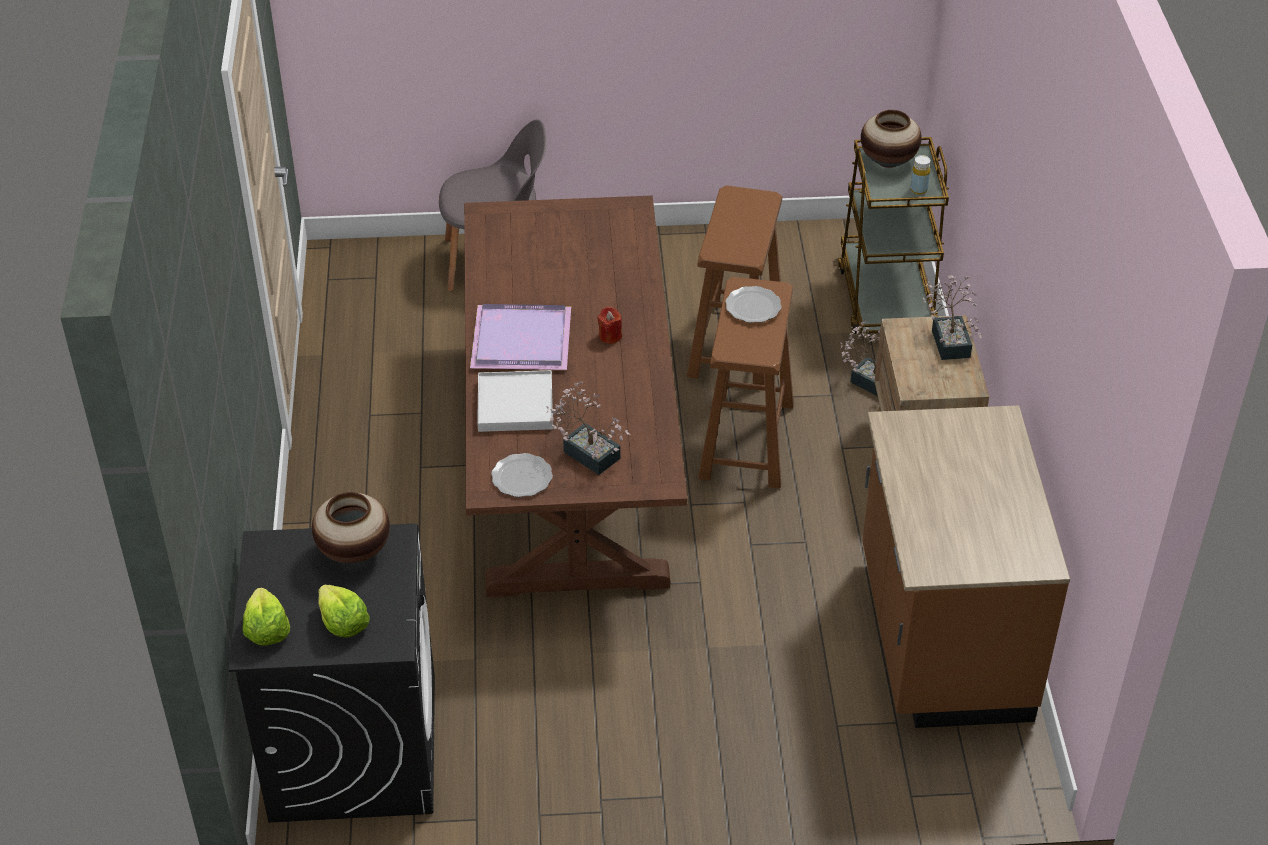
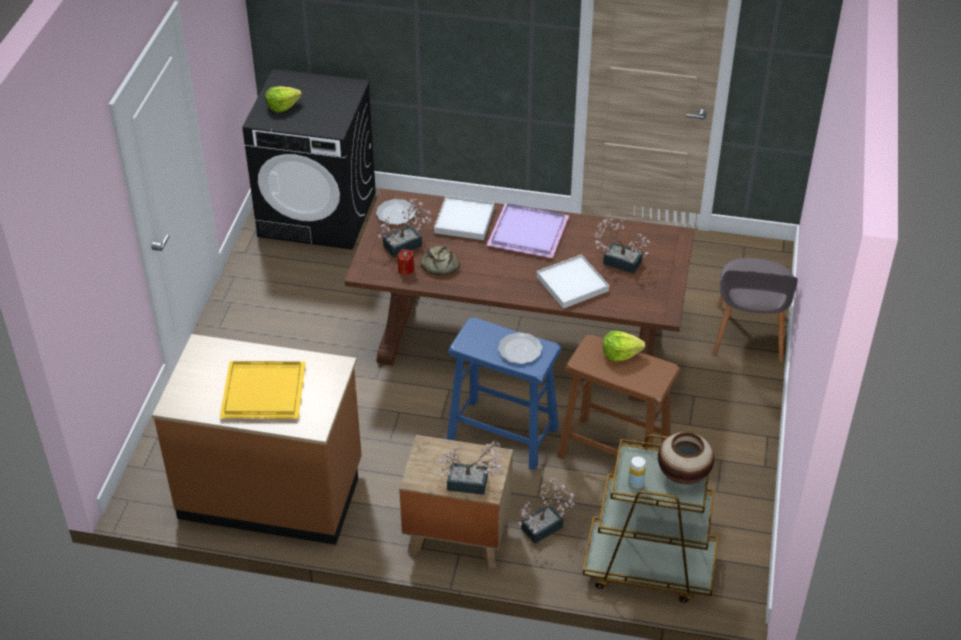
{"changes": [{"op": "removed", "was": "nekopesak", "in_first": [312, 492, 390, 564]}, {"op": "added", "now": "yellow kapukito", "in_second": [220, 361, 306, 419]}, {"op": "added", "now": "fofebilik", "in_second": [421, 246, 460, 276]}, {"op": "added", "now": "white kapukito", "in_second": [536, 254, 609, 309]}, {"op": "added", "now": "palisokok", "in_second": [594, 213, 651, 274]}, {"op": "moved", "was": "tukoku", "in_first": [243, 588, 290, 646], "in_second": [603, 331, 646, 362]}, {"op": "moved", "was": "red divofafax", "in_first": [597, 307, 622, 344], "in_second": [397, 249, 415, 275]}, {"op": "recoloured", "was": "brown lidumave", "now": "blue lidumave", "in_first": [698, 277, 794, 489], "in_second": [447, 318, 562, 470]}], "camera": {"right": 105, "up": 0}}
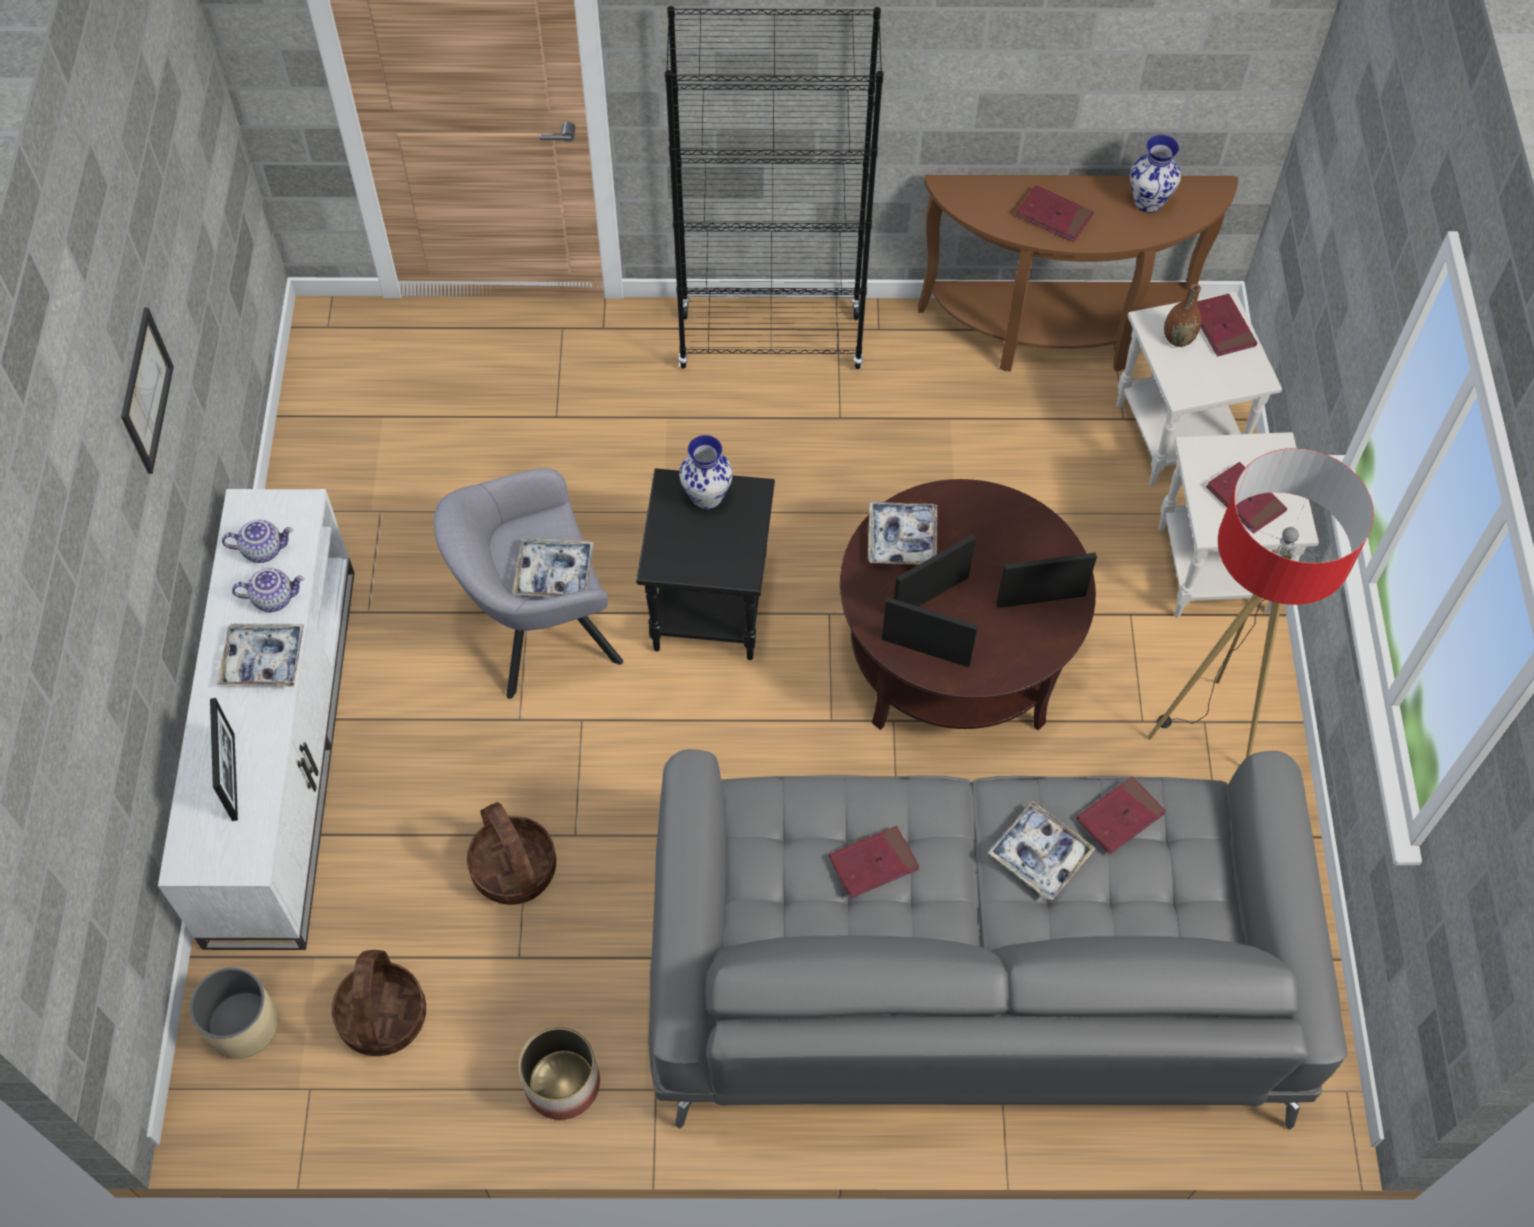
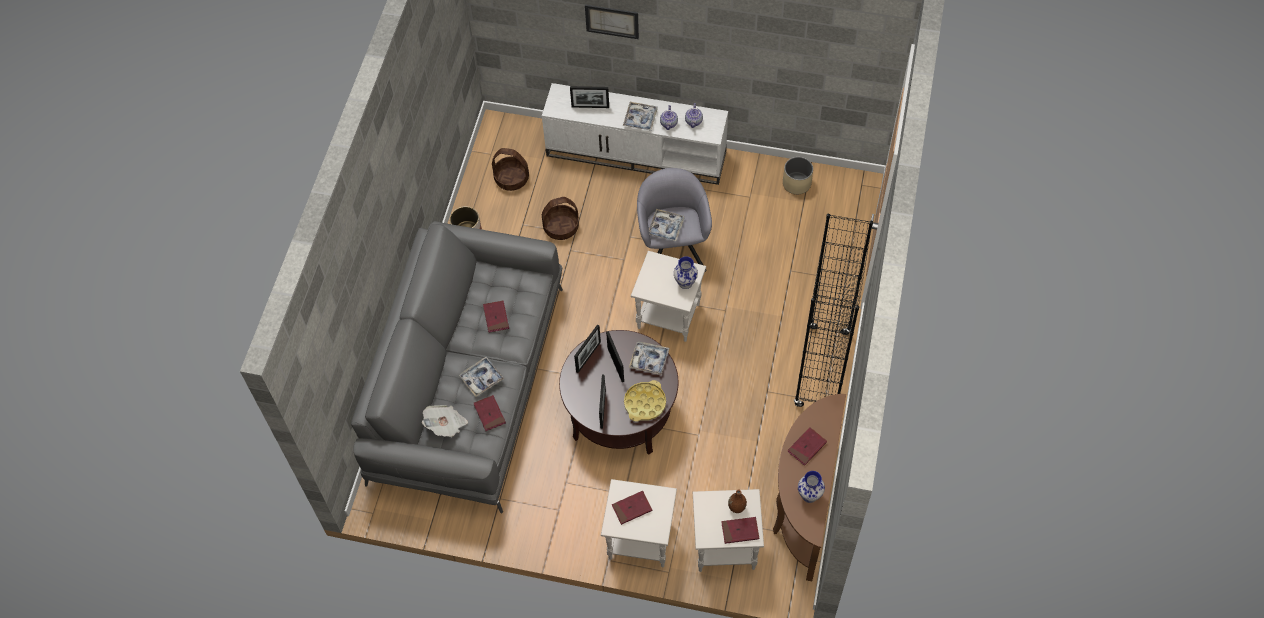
{"changes": [{"op": "removed", "was": "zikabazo", "in_first": [1148, 448, 1374, 758]}, {"op": "added", "now": "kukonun", "in_second": [422, 405, 468, 437]}, {"op": "added", "now": "yellow kapukito", "in_second": [624, 380, 666, 422]}, {"op": "moved", "was": "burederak", "in_first": [121, 307, 174, 474], "in_second": [585, 5, 639, 39]}, {"op": "moved", "was": "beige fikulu", "in_first": [190, 967, 278, 1059], "in_second": [783, 157, 813, 194]}, {"op": "recoloured", "was": "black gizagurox", "now": "white gizagurox", "in_first": [636, 468, 775, 660], "in_second": [631, 251, 706, 342]}], "camera": {"right": 105, "up": 0}}
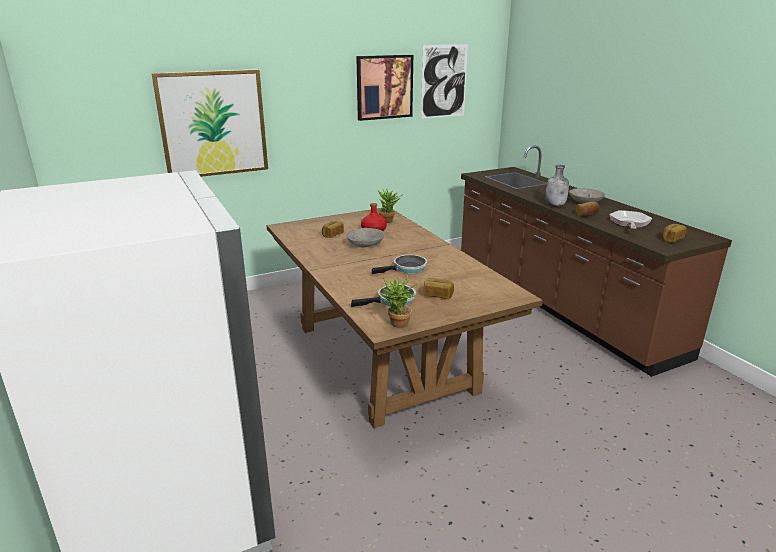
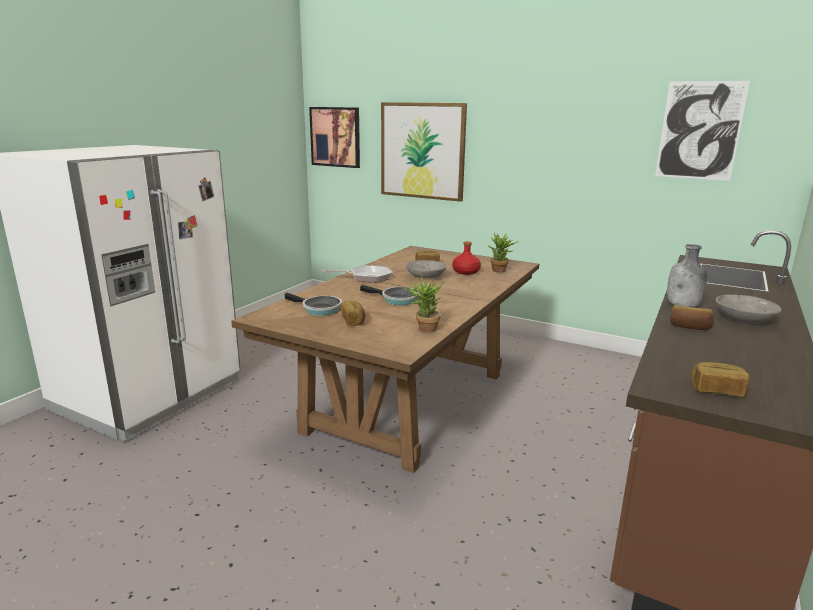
{"changes": [{"op": "moved", "was": "burederak", "in_first": [356, 55, 413, 121], "in_second": [309, 107, 360, 168]}, {"op": "moved", "was": "palisokok", "in_first": [379, 275, 418, 328], "in_second": [404, 276, 443, 332]}, {"op": "moved", "was": "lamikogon", "in_first": [609, 210, 652, 229], "in_second": [322, 265, 393, 283]}], "camera": {"right": 55, "up": -5}}
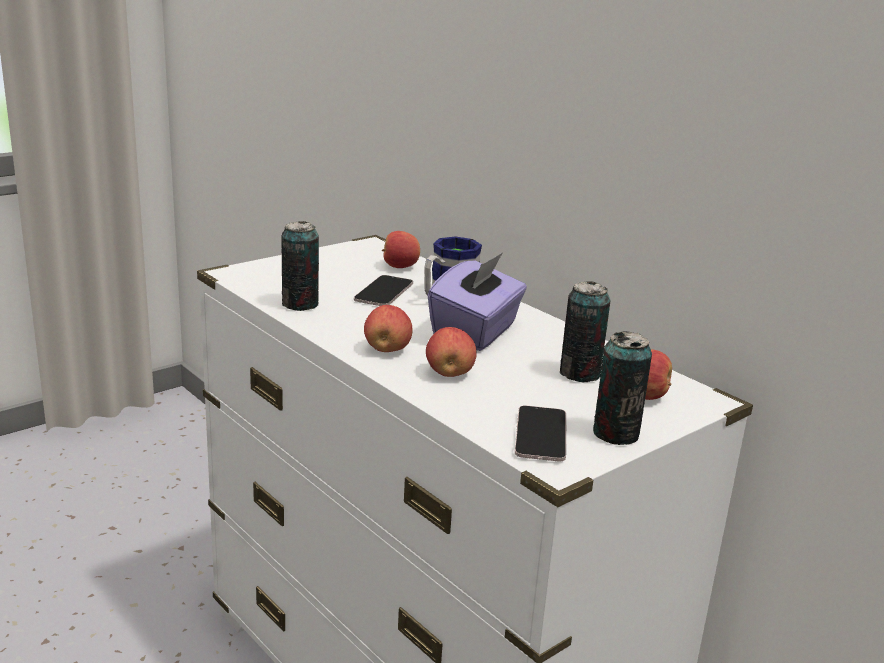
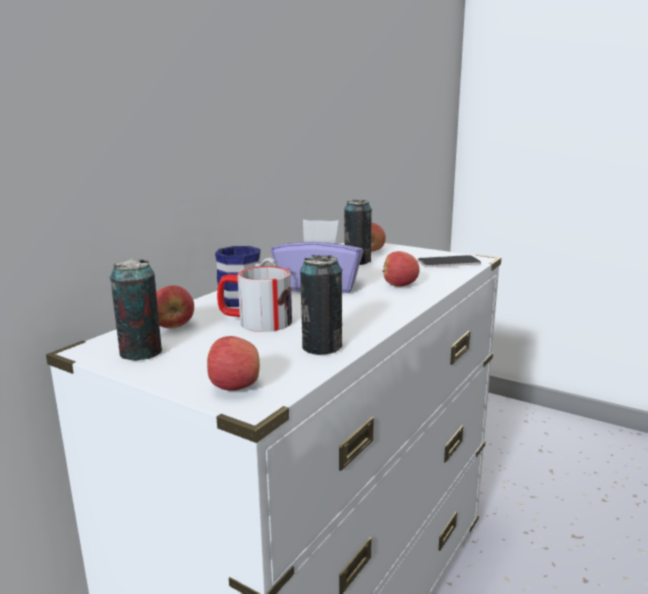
{"changes": [{"op": "moved", "was": "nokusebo", "in_first": [364, 305, 413, 352], "in_second": [207, 336, 260, 391]}, {"op": "moved", "was": "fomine", "in_first": [593, 331, 652, 445], "in_second": [109, 258, 162, 361]}, {"op": "replaced", "was": "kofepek", "now": "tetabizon", "in_first": [354, 275, 413, 306], "in_second": [217, 266, 292, 332]}], "camera": {"right": -105, "up": -5}}
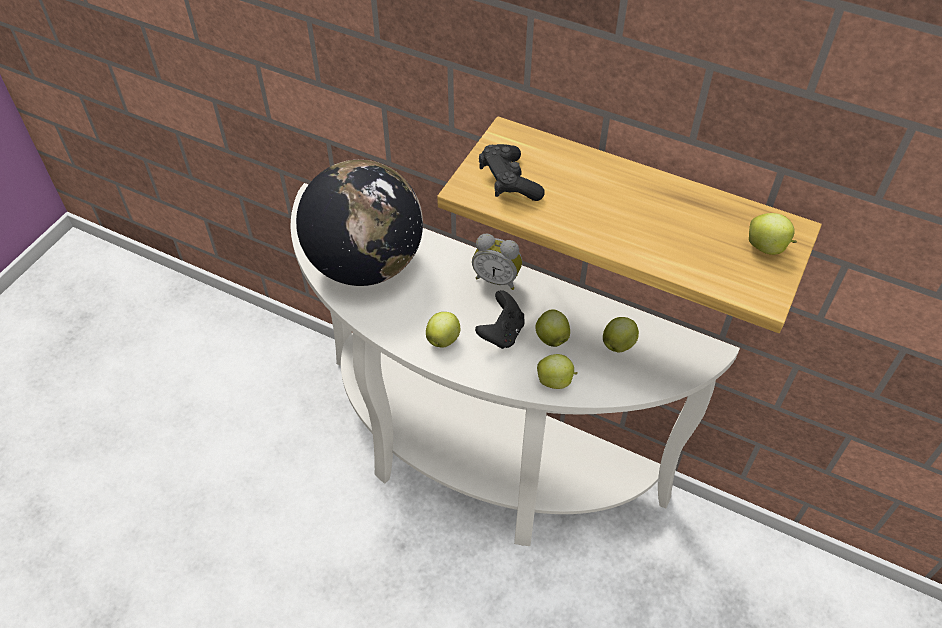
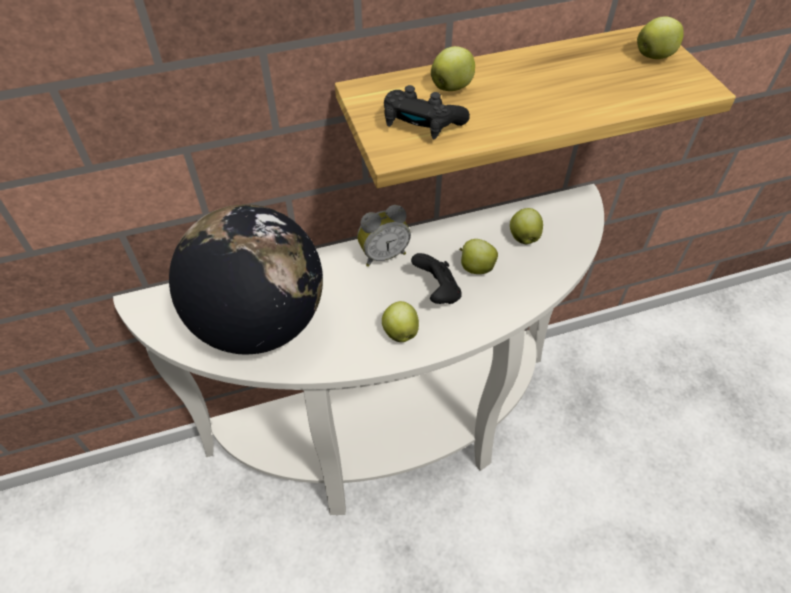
{"changes": [{"op": "moved", "was": "nokusebo", "in_first": [537, 354, 578, 389], "in_second": [431, 46, 475, 91]}], "camera": {"right": -45, "up": 0}}
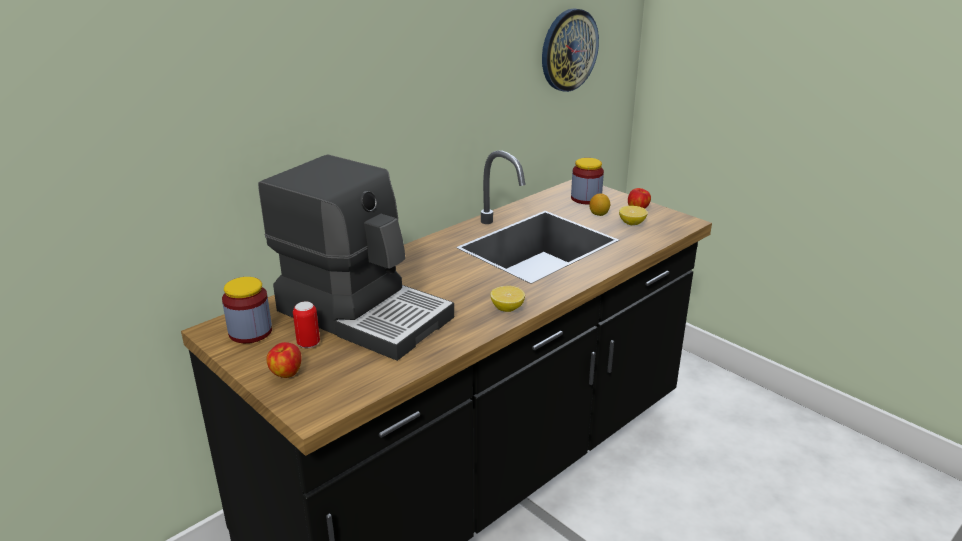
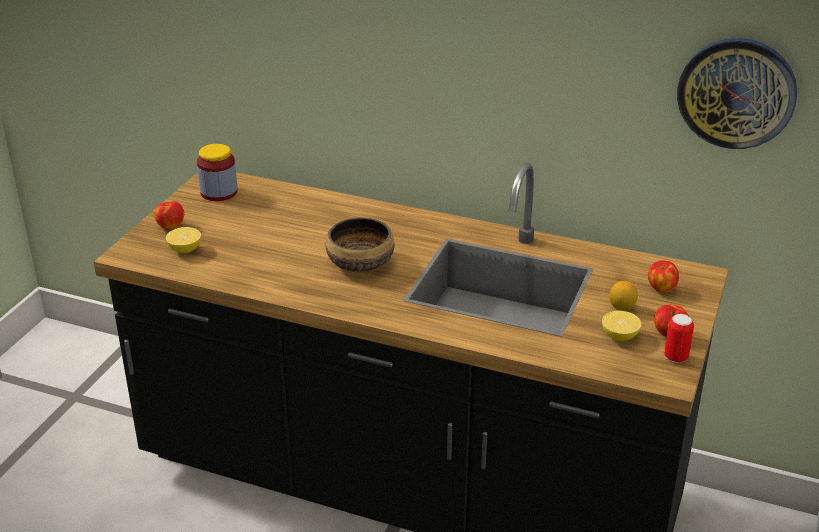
{"changes": [{"op": "removed", "was": "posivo", "in_first": [258, 155, 454, 361]}, {"op": "added", "now": "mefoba", "in_second": [326, 217, 395, 272]}, {"op": "moved", "was": "fomine", "in_first": [293, 301, 320, 348], "in_second": [664, 314, 694, 363]}, {"op": "moved", "was": "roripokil", "in_first": [490, 286, 525, 312], "in_second": [166, 227, 201, 253]}, {"op": "replaced", "was": "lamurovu", "now": "nokusebo", "in_first": [571, 158, 604, 204], "in_second": [648, 260, 679, 293]}], "camera": {"right": 65, "up": 5}}
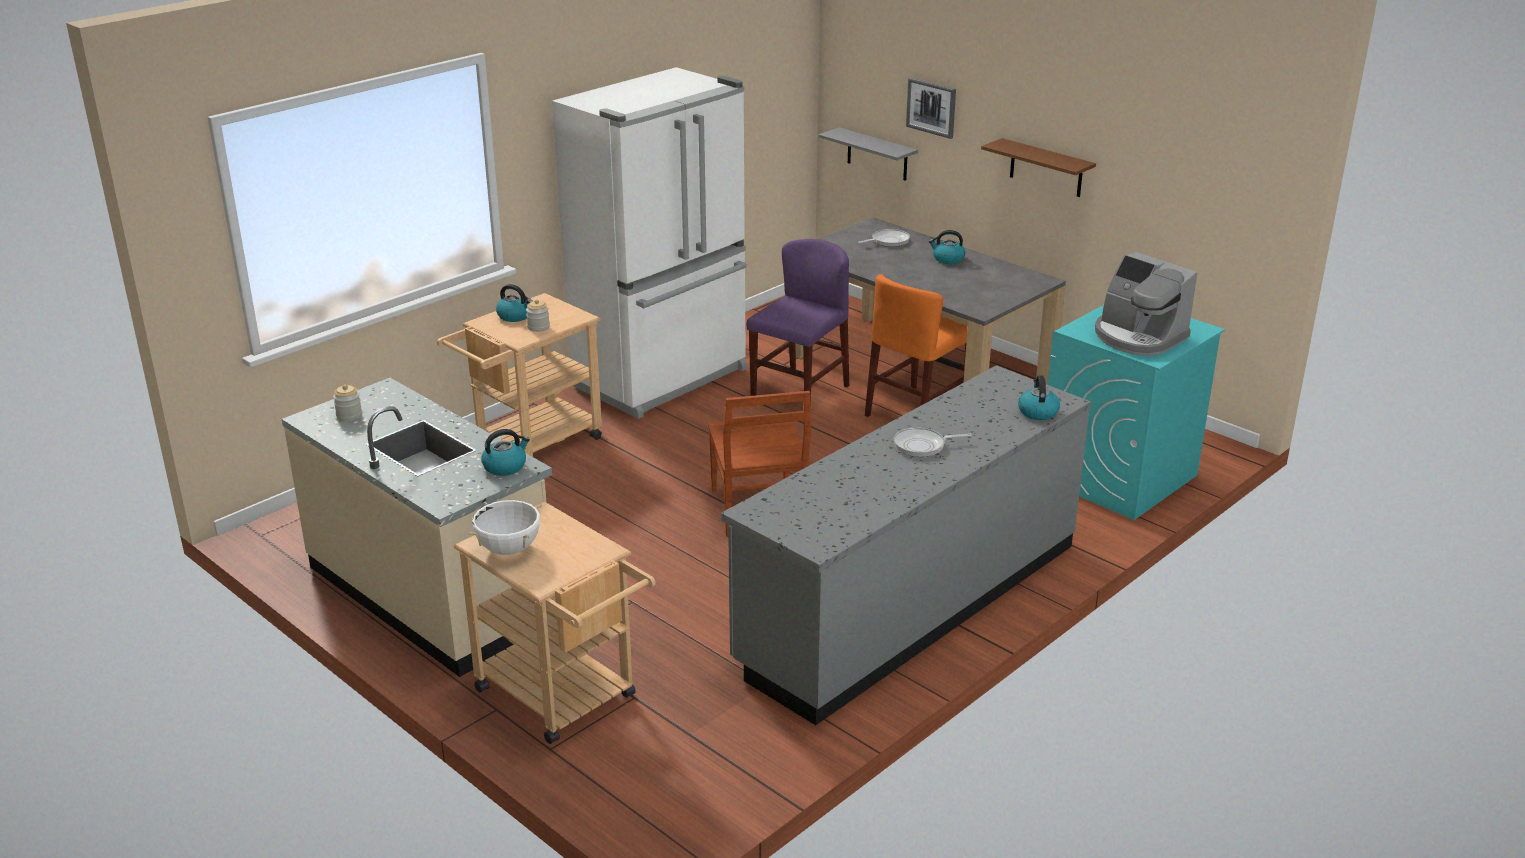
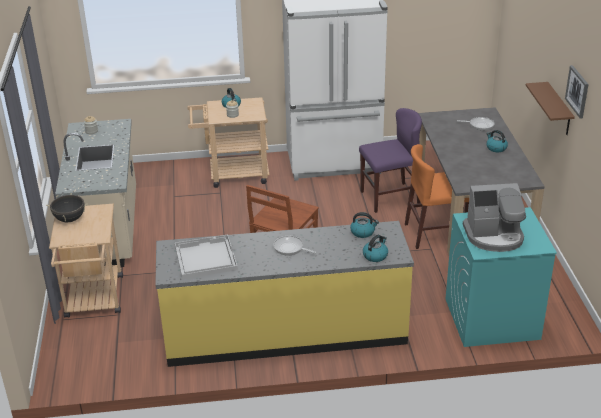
{"changes": [{"op": "removed", "was": "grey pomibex", "in_first": [819, 127, 918, 181]}, {"op": "added", "now": "white kapukito", "in_second": [175, 234, 238, 279]}, {"op": "moved", "was": "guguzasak", "in_first": [481, 429, 530, 476], "in_second": [350, 212, 379, 238]}, {"op": "moved", "was": "burederak", "in_first": [906, 78, 956, 139], "in_second": [565, 65, 589, 118]}, {"op": "recoloured", "was": "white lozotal", "now": "black lozotal", "in_first": [469, 500, 542, 555], "in_second": [46, 193, 88, 222]}, {"op": "recoloured", "was": "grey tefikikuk", "now": "yellow tefikikuk", "in_first": [721, 365, 1091, 725], "in_second": [155, 221, 414, 367]}, {"op": "turned", "was": "posivo", "in_first": [1095, 252, 1197, 356], "in_second": [463, 183, 526, 252], "clockwise": -90}], "camera": {"right": 40, "up": 5}}
